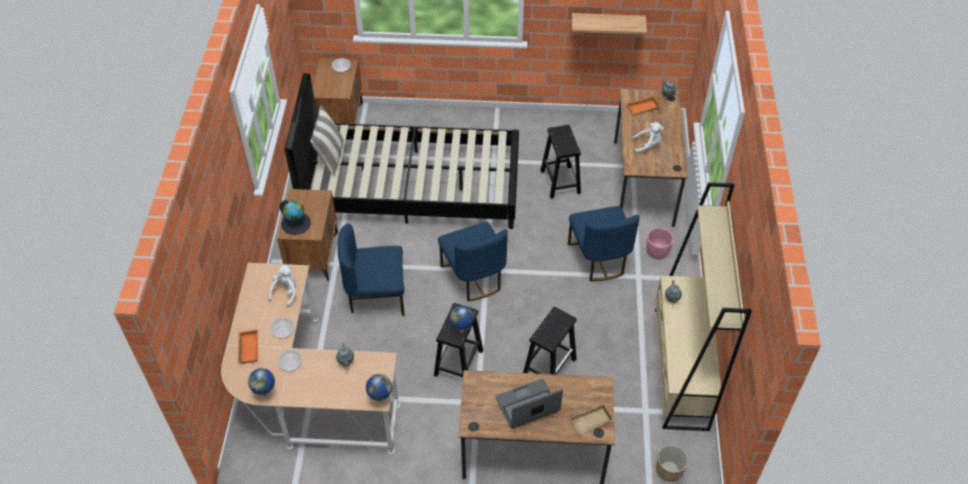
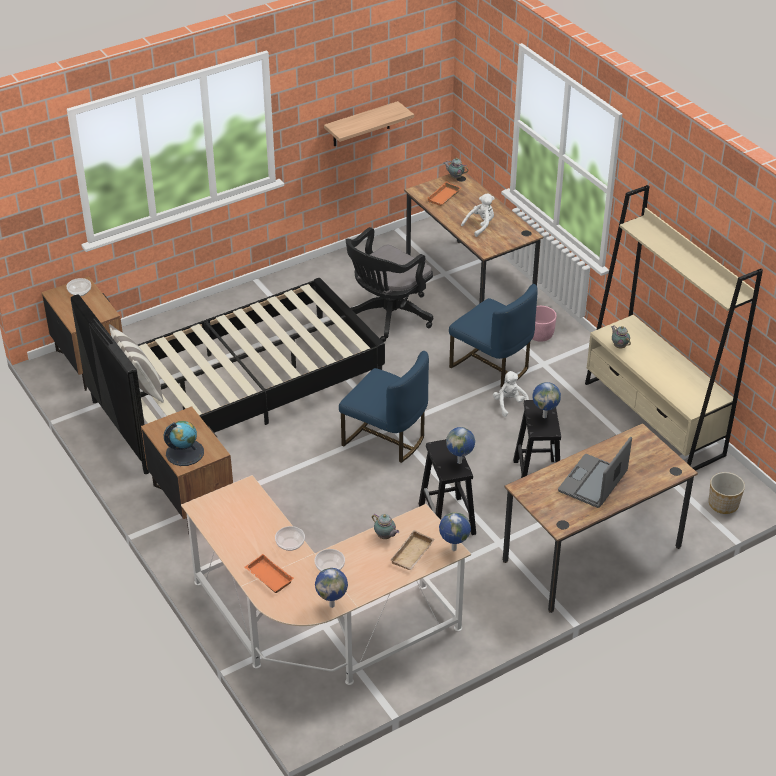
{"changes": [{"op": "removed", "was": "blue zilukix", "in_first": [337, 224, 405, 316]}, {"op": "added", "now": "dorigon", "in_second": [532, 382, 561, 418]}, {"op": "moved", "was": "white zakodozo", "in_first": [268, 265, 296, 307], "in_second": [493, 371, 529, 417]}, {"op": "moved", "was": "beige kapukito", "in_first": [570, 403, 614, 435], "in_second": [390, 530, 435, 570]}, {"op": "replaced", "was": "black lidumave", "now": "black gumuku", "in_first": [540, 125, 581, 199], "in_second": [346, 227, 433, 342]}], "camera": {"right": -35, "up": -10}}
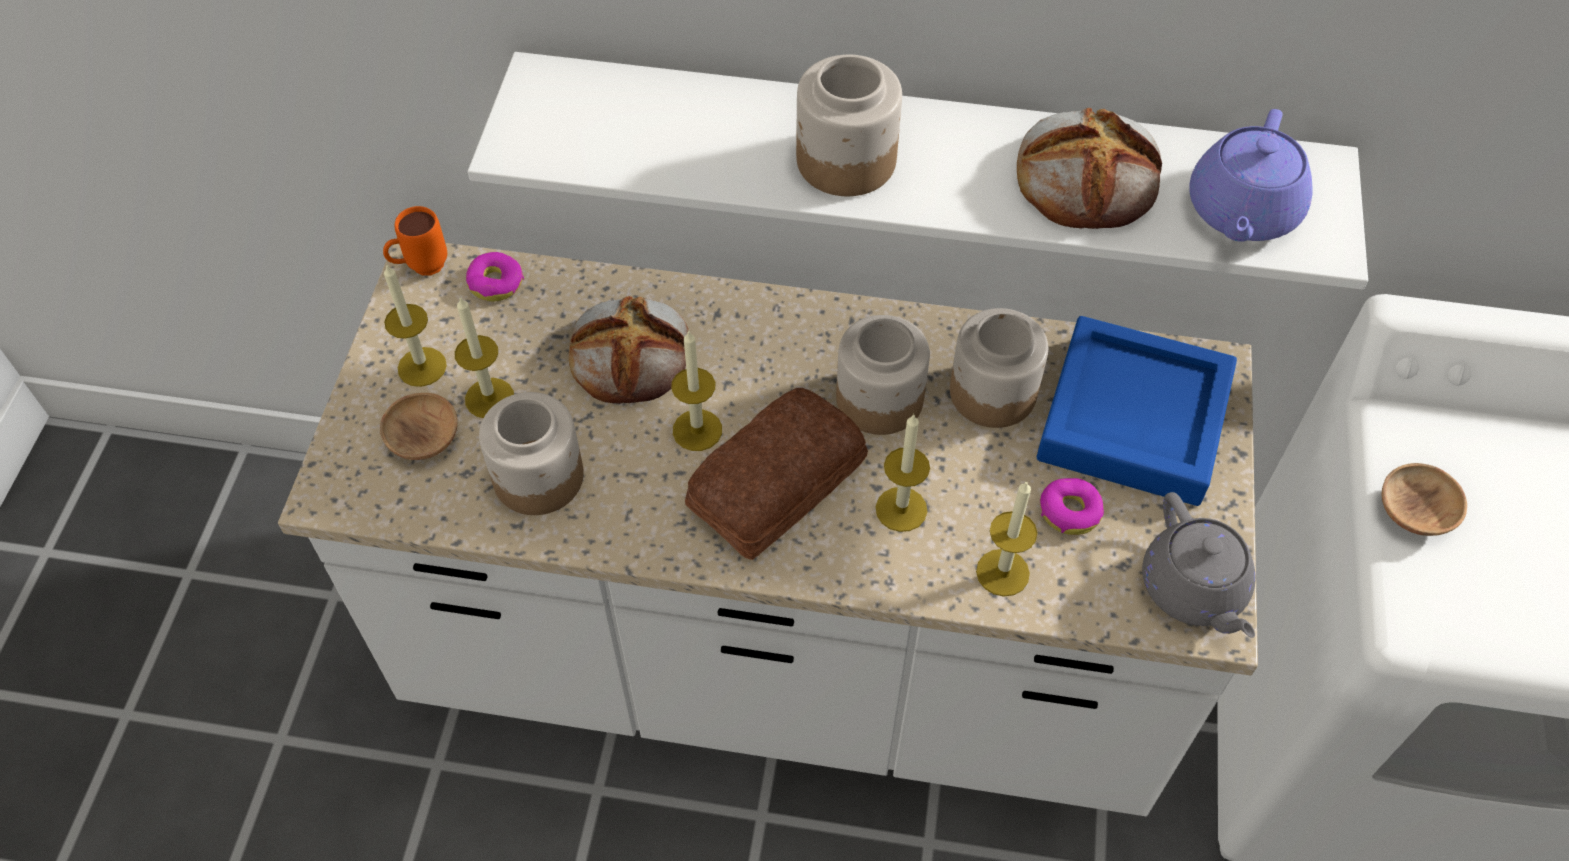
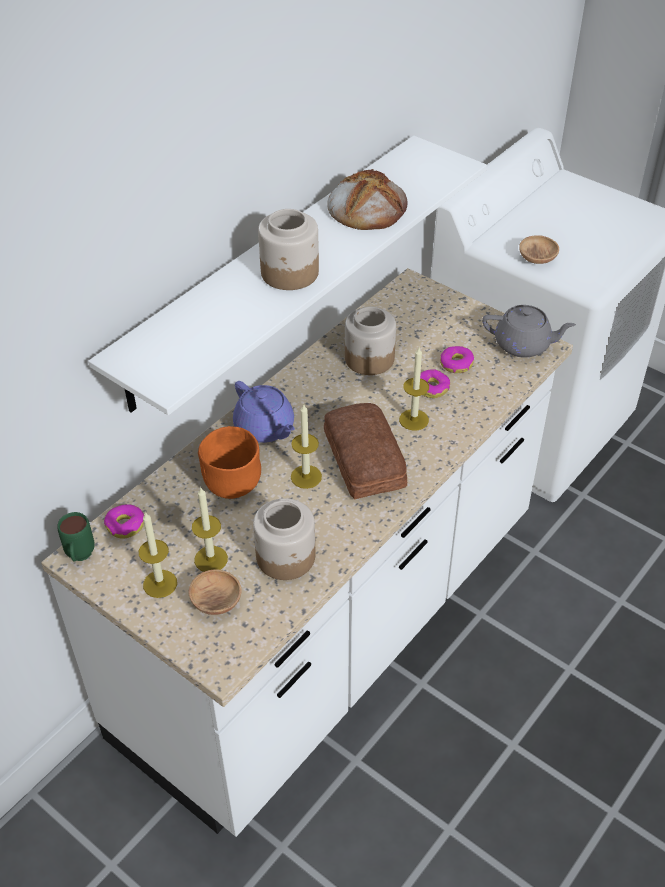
{"changes": [{"op": "removed", "was": "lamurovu", "in_first": [836, 315, 930, 435]}, {"op": "removed", "was": "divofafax", "in_first": [976, 481, 1037, 597]}, {"op": "removed", "was": "blue kapukito", "in_first": [1037, 316, 1237, 506]}, {"op": "added", "now": "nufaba", "in_second": [420, 369, 450, 398]}, {"op": "moved", "was": "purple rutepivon", "in_first": [1189, 109, 1313, 242], "in_second": [233, 381, 295, 443]}, {"op": "replaced", "was": "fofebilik", "now": "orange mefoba", "in_first": [569, 296, 689, 404], "in_second": [198, 426, 261, 499]}, {"op": "recoloured", "was": "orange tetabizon", "now": "green tetabizon", "in_first": [383, 206, 447, 276], "in_second": [57, 512, 95, 562]}], "camera": {"right": -60, "up": -10}}
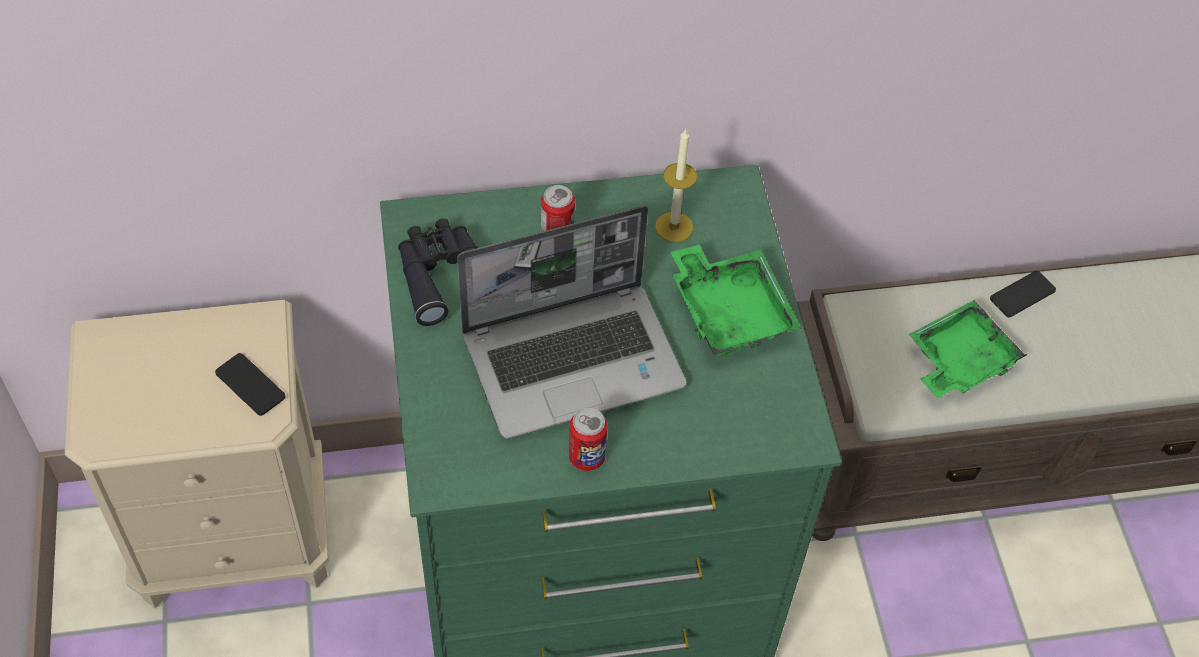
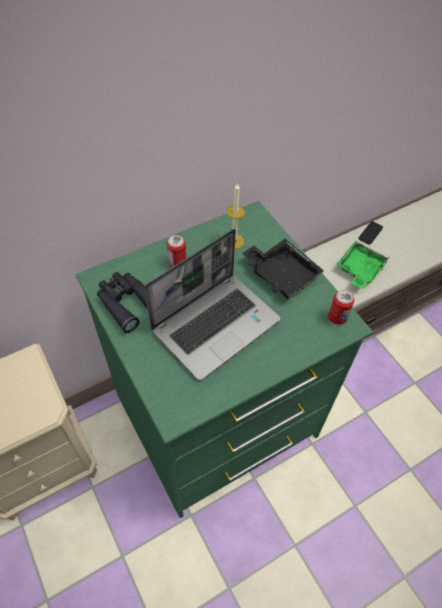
{"changes": [{"op": "removed", "was": "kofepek", "in_first": [215, 353, 286, 416]}, {"op": "moved", "was": "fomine", "in_first": [569, 408, 608, 471], "in_second": [328, 290, 354, 325]}, {"op": "recoloured", "was": "green kapukito", "now": "black kapukito", "in_first": [671, 244, 802, 357], "in_second": [242, 239, 324, 299]}], "camera": {"right": -20, "up": 0}}
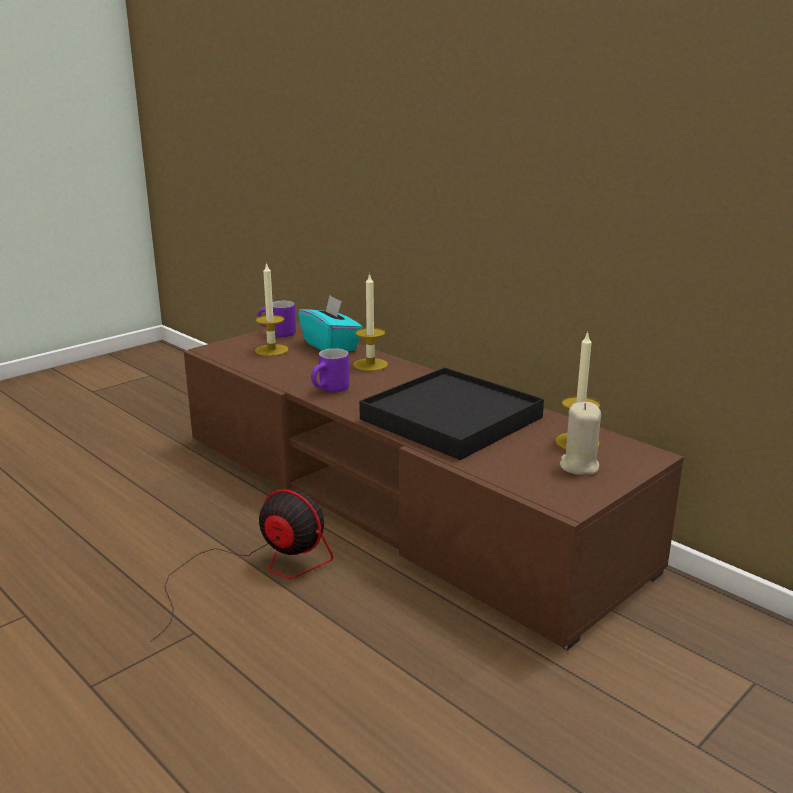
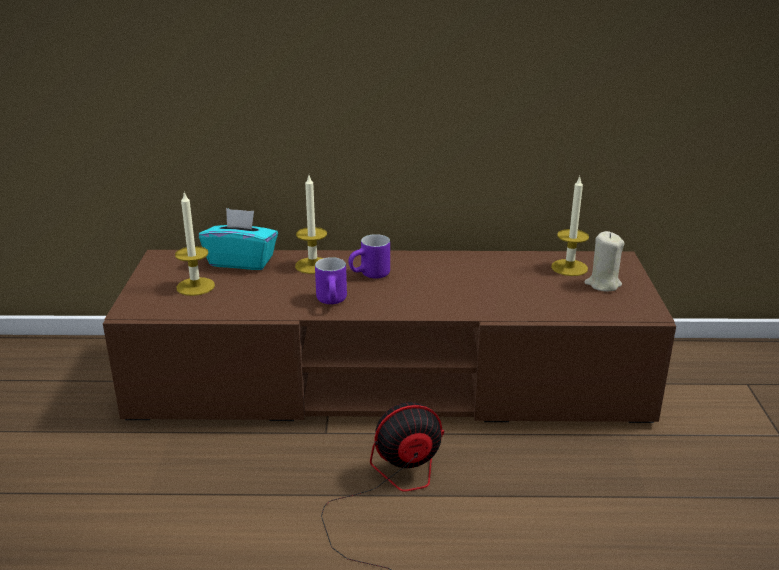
{"changes": [{"op": "removed", "was": "black kapukito", "in_first": [359, 367, 544, 460]}, {"op": "moved", "was": "purple tetabizon", "in_first": [258, 301, 296, 337], "in_second": [348, 234, 390, 279]}], "camera": {"right": -45, "up": 5}}
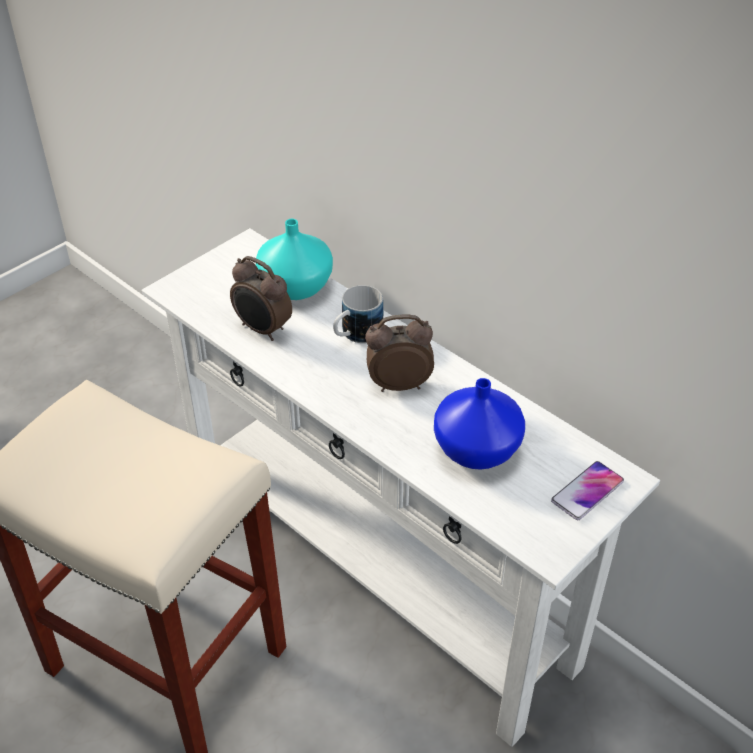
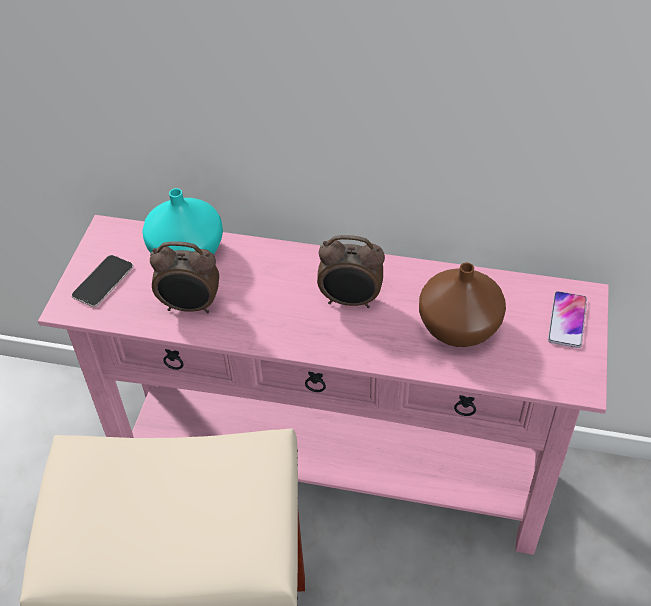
{"changes": [{"op": "removed", "was": "tetabizon", "in_first": [333, 285, 383, 343]}, {"op": "added", "now": "kofepek", "in_second": [71, 255, 133, 307]}, {"op": "recoloured", "was": "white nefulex", "now": "pink nefulex", "in_first": [142, 228, 660, 747], "in_second": [38, 215, 609, 555]}, {"op": "recoloured", "was": "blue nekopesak", "now": "brown nekopesak", "in_first": [434, 378, 525, 470], "in_second": [419, 263, 506, 347]}, {"op": "turned", "was": "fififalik", "in_first": [365, 314, 434, 392], "in_second": [317, 235, 385, 308], "clockwise": -135}], "camera": {"right": -30, "up": 5}}
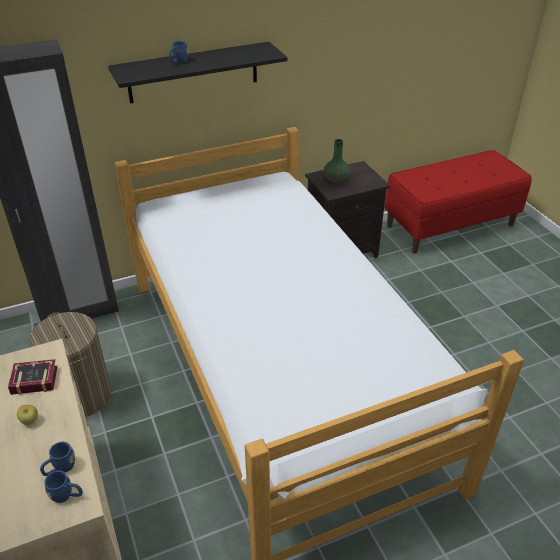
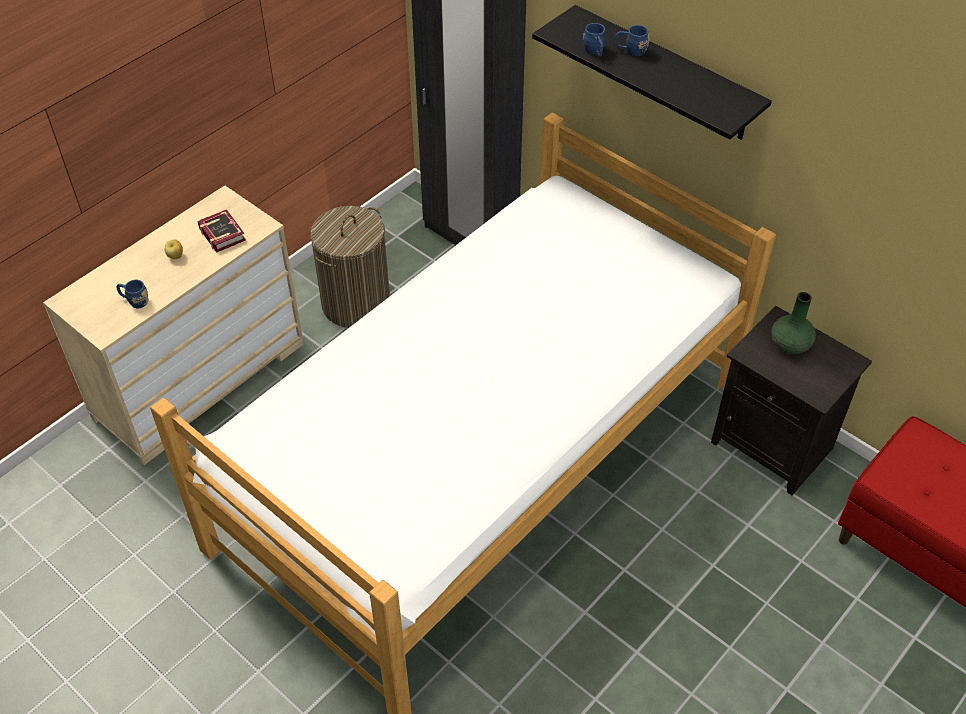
{"changes": [{"op": "moved", "was": "blue tetabizon", "in_first": [44, 471, 83, 503], "in_second": [583, 23, 606, 57]}], "camera": {"right": 65, "up": 10}}
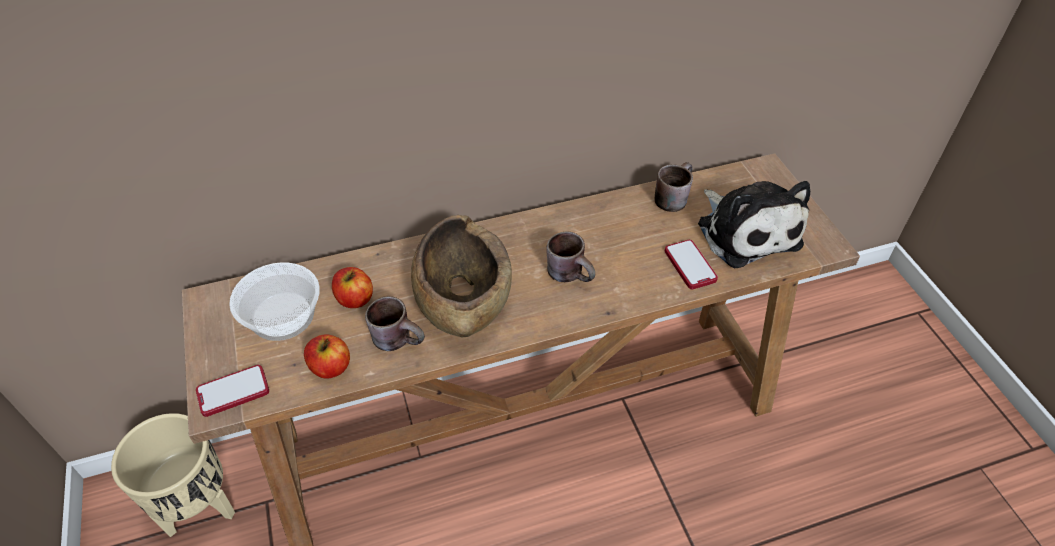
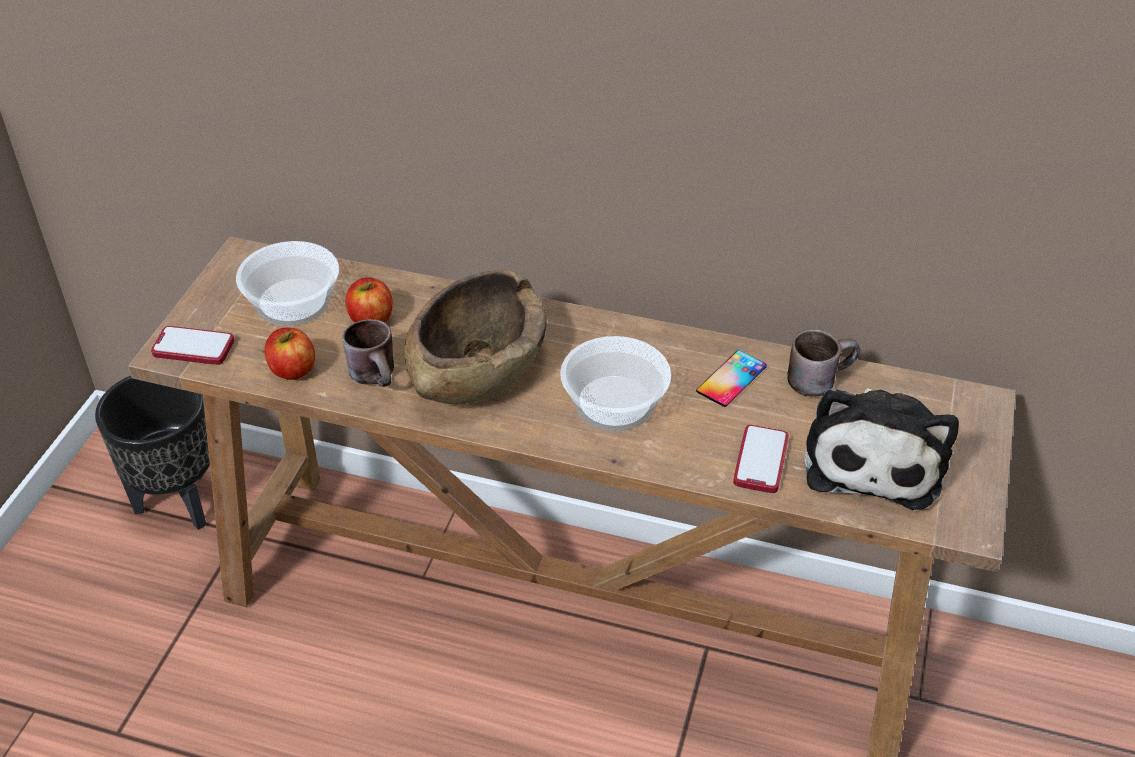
{"changes": [{"op": "added", "now": "kofepek", "in_second": [696, 350, 767, 407]}, {"op": "replaced", "was": "brown tetabizon", "now": "mefoba", "in_first": [547, 231, 595, 282], "in_second": [560, 336, 671, 431]}, {"op": "recoloured", "was": "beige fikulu", "now": "black fikulu", "in_first": [111, 413, 235, 537], "in_second": [95, 376, 210, 530]}], "camera": {"right": 35, "up": -5}}
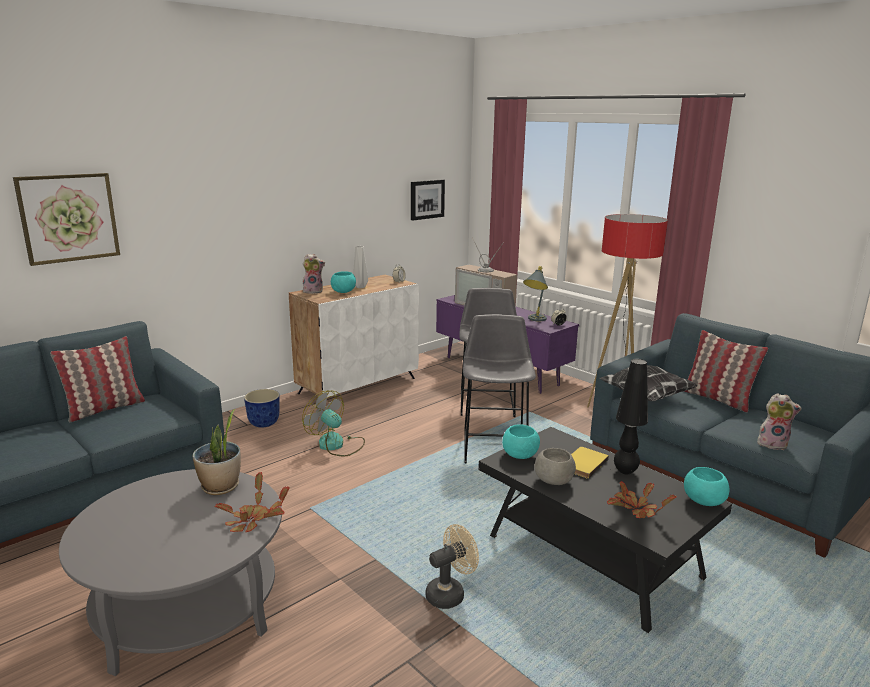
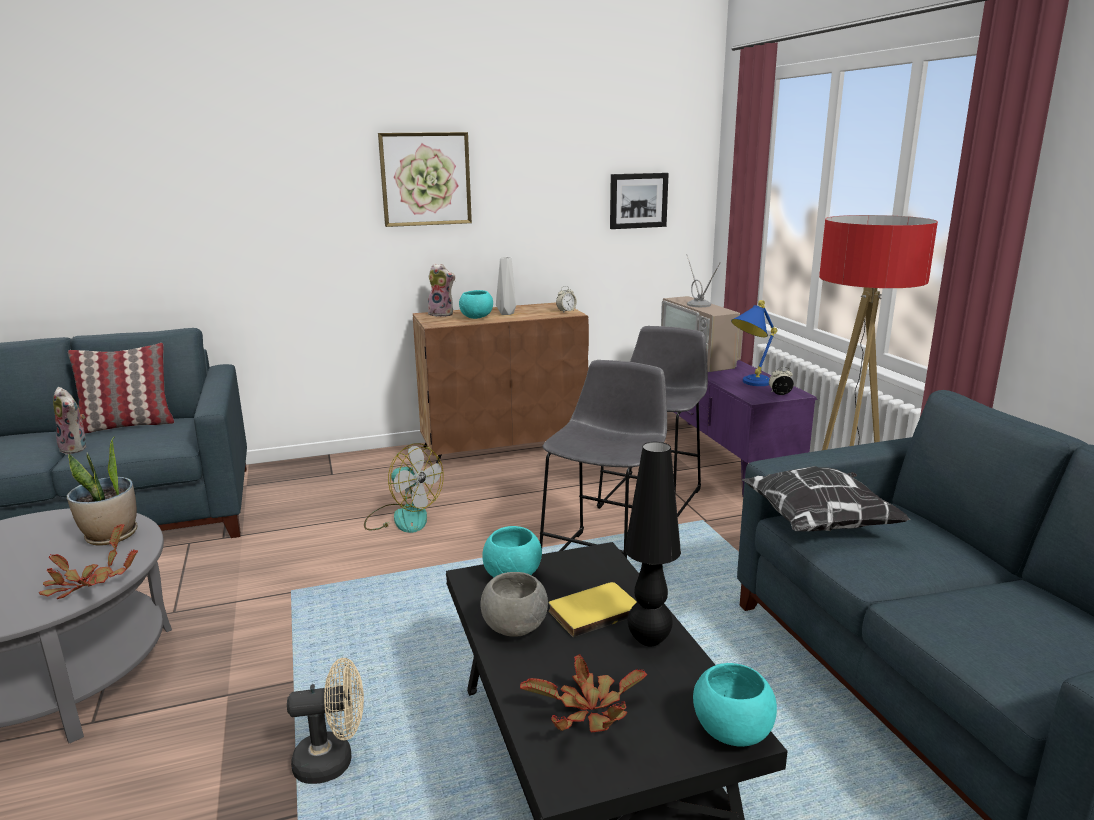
{"changes": [{"op": "removed", "was": "fikulu", "in_first": [244, 389, 280, 427]}, {"op": "removed", "was": "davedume", "in_first": [684, 330, 768, 412]}, {"op": "moved", "was": "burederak", "in_first": [13, 173, 120, 266], "in_second": [378, 132, 472, 227]}, {"op": "moved", "was": "zakodozo", "in_first": [757, 393, 802, 450], "in_second": [53, 387, 86, 454]}, {"op": "recoloured", "was": "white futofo", "now": "brown futofo", "in_first": [289, 275, 419, 397], "in_second": [413, 303, 589, 464]}, {"op": "recoloured", "was": "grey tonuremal", "now": "blue tonuremal", "in_first": [523, 266, 548, 321], "in_second": [731, 300, 778, 386]}, {"op": "turned", "was": "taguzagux", "in_first": [302, 391, 365, 456], "in_second": [364, 443, 444, 533], "clockwise": 150}], "camera": {"right": 25, "up": 0}}
